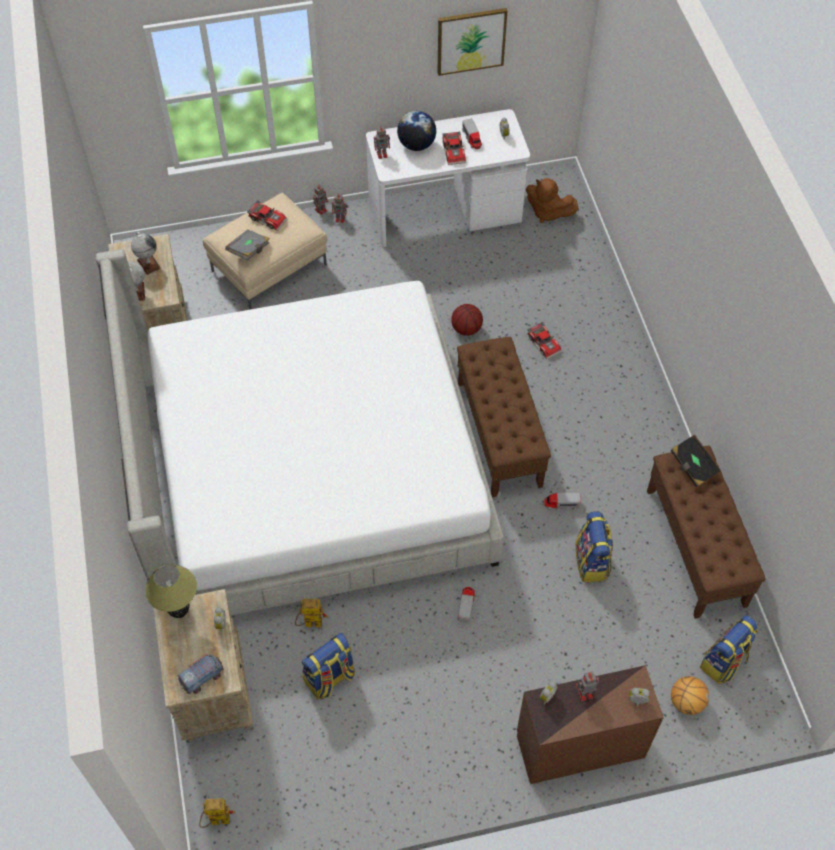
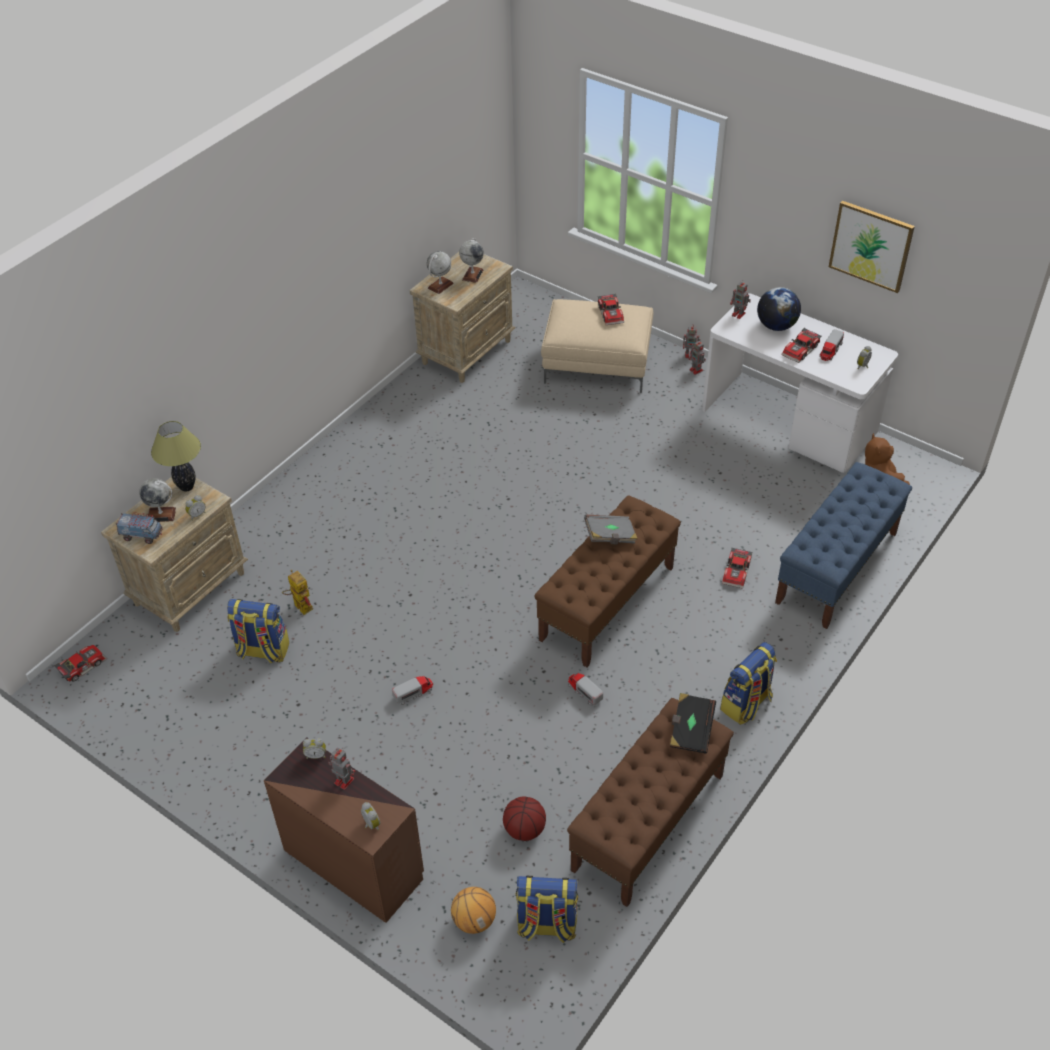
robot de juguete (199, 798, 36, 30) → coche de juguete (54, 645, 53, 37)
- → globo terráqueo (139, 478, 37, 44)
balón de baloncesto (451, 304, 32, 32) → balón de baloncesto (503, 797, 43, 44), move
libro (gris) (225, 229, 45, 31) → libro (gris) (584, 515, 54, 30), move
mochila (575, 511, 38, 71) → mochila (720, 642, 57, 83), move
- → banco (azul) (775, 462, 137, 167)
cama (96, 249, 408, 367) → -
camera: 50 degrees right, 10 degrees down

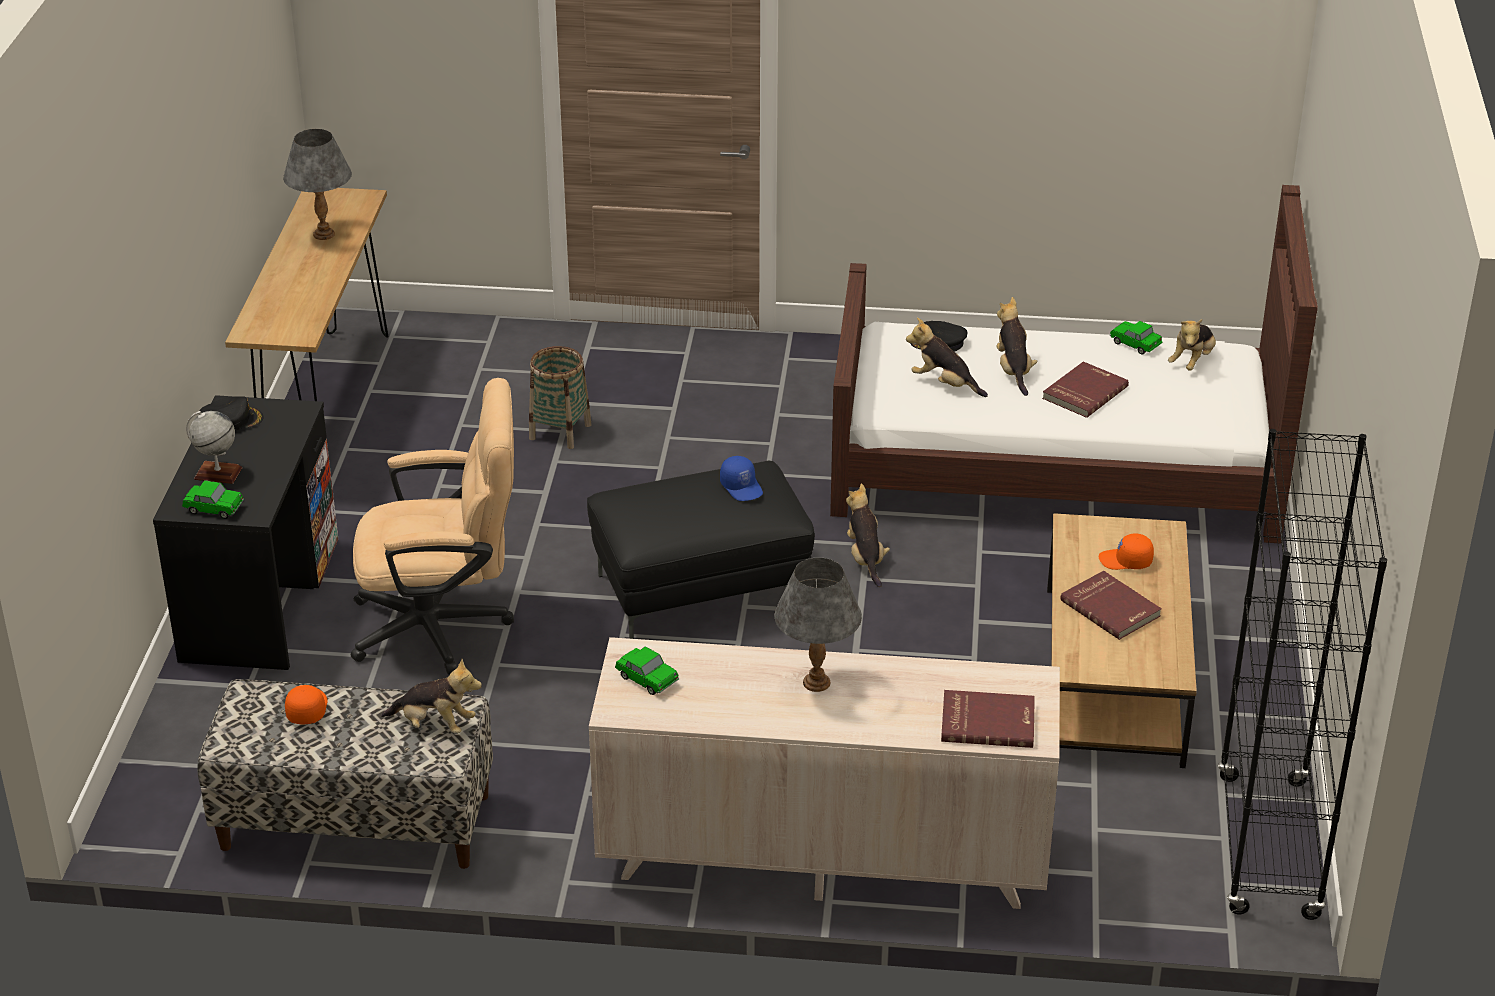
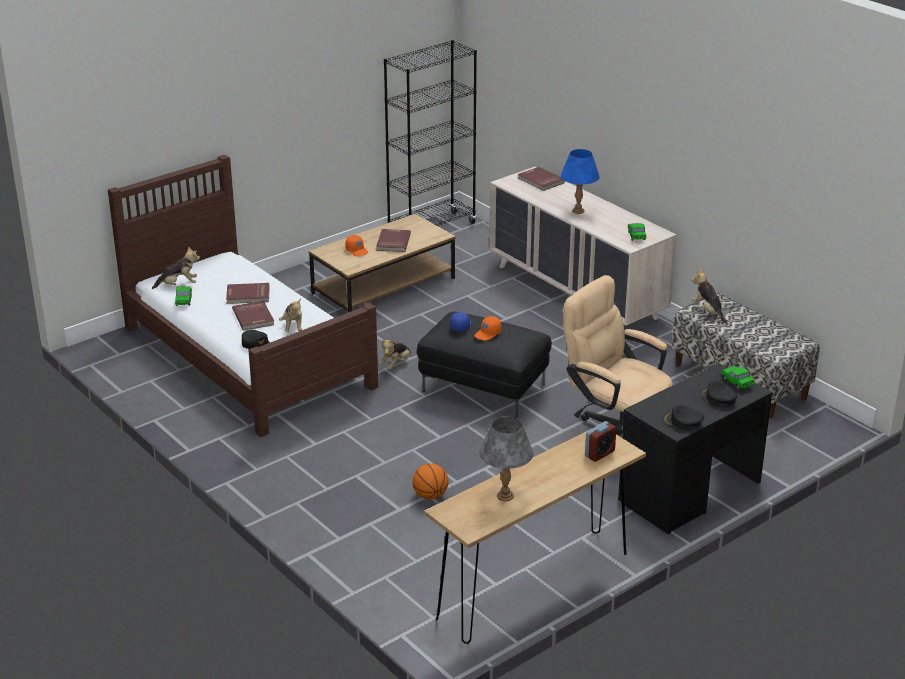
peluche (996, 297, 41, 99) → libro (rojo) (232, 301, 42, 30)
cesta (529, 346, 62, 103) → balón de baloncesto (412, 463, 37, 37)
gorra (naranja) (285, 685, 43, 40) → gorra (naranja) (474, 316, 28, 25), move
lámpara de mesa (gris) (774, 557, 88, 135) → lámpara de mesa (azul) (560, 149, 40, 65)
- → despertador (585, 421, 31, 41)
globo terráqueo (186, 411, 56, 73) → gorra (negro) (701, 380, 36, 27)
camera: 135 degrees left, 5 degrees down

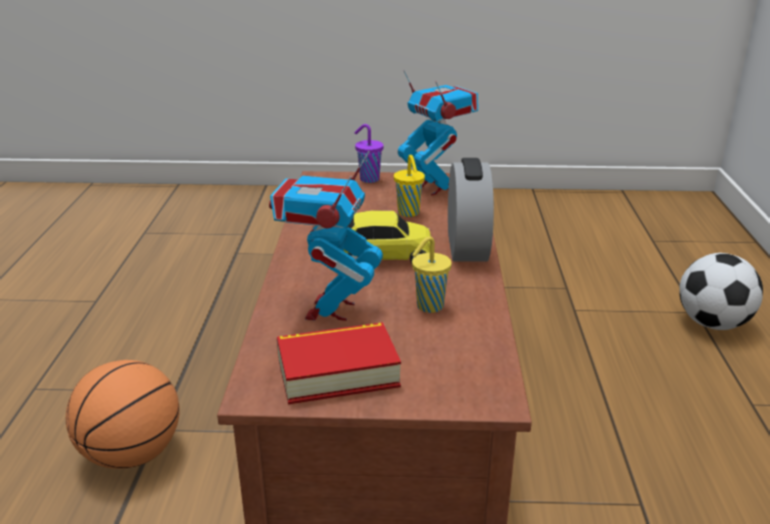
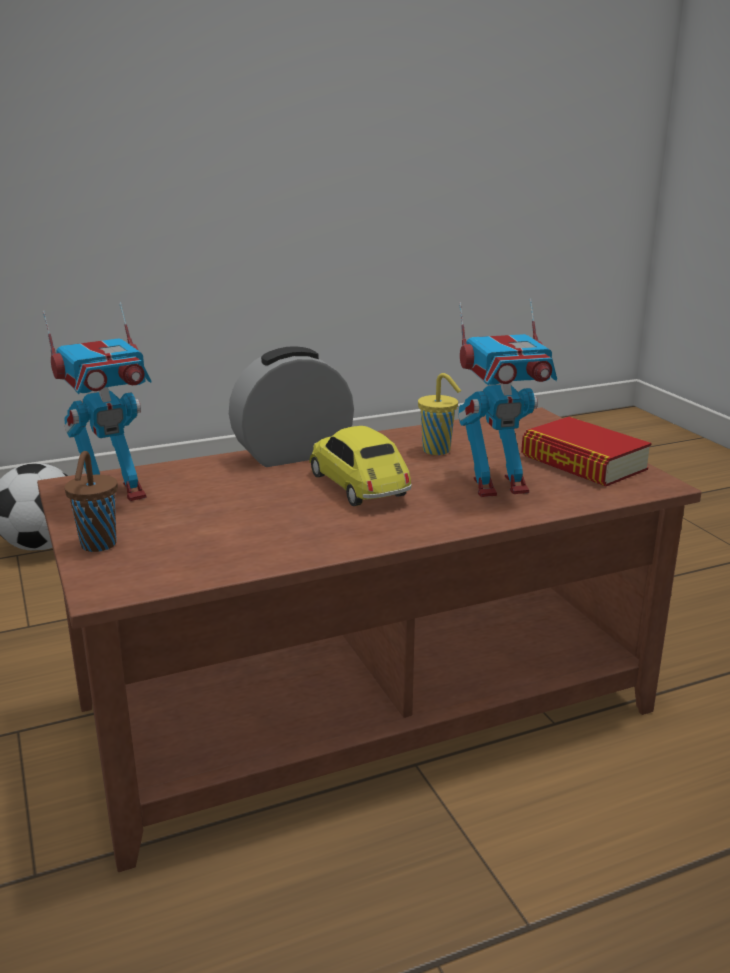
robot de juguete (398, 70, 80, 126) → robot de juguete (43, 302, 108, 199), 150 degrees counterclockwise
taza (morado) (355, 124, 29, 59) → taza (marrón) (64, 451, 54, 101)
balón de baloncesto (66, 360, 114, 109) → -
taza (amarillo) (394, 155, 31, 62) → -
camera: 115 degrees left, 5 degrees down

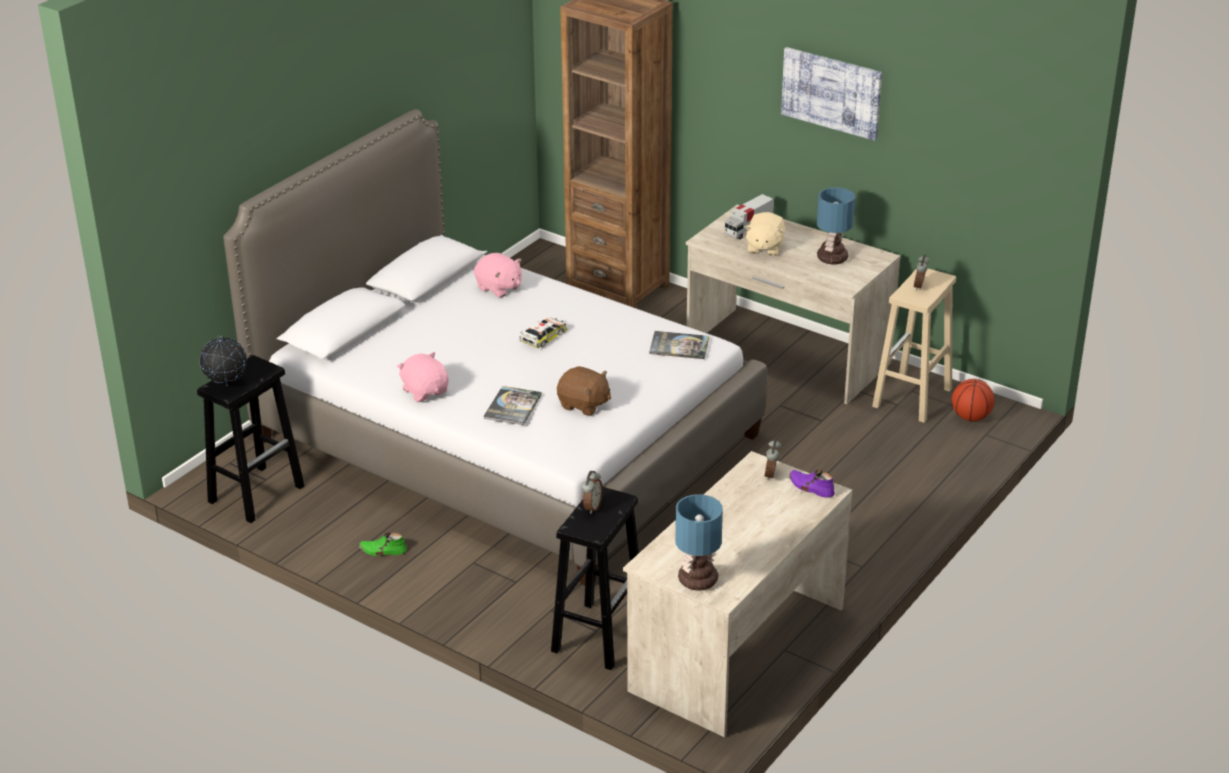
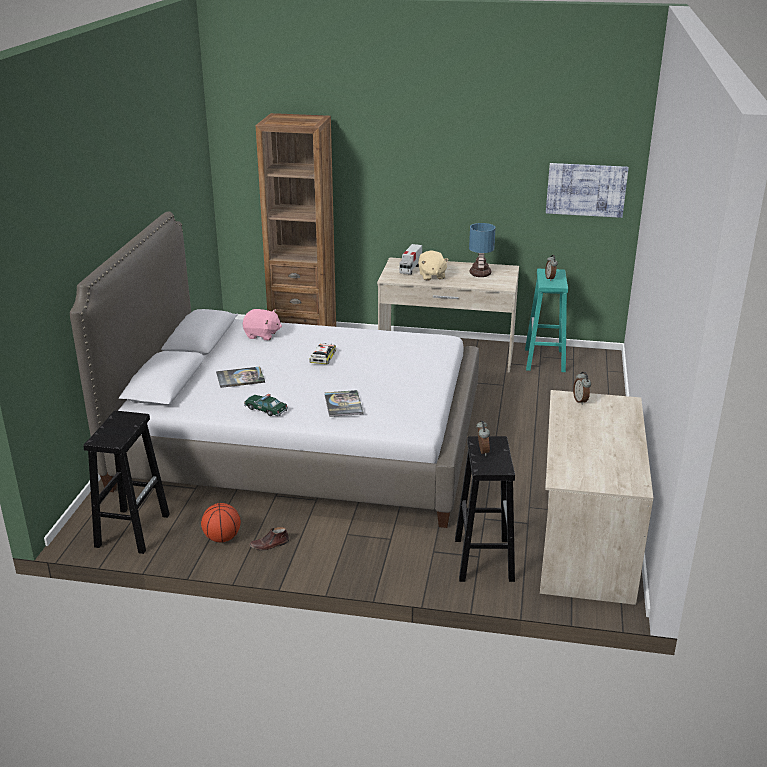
balón de baloncesto (952, 379, 43, 42) → balón de baloncesto (201, 503, 40, 39), move
libro (649, 331, 60, 28) → libro (216, 366, 49, 22), move
peluche (rosa) (397, 352, 52, 50) → coche de juguete (244, 394, 44, 22)
zapato (verde) (359, 532, 48, 24) → zapato (marrón) (249, 527, 40, 24)
taburete (beis) (872, 268, 84, 155) → taburete (turquesa) (525, 269, 43, 103)
cuadro (781, 47, 101, 94) → cuadro (546, 163, 83, 55), move
globo terráqueo (199, 336, 48, 50) → -
peluche (marrón) (557, 366, 54, 50) → -
lámpara de mesa (675, 494, 48, 97) → -
zapato (morado) (789, 470, 46, 28) → -
camera: 25 degrees left, 5 degrees down

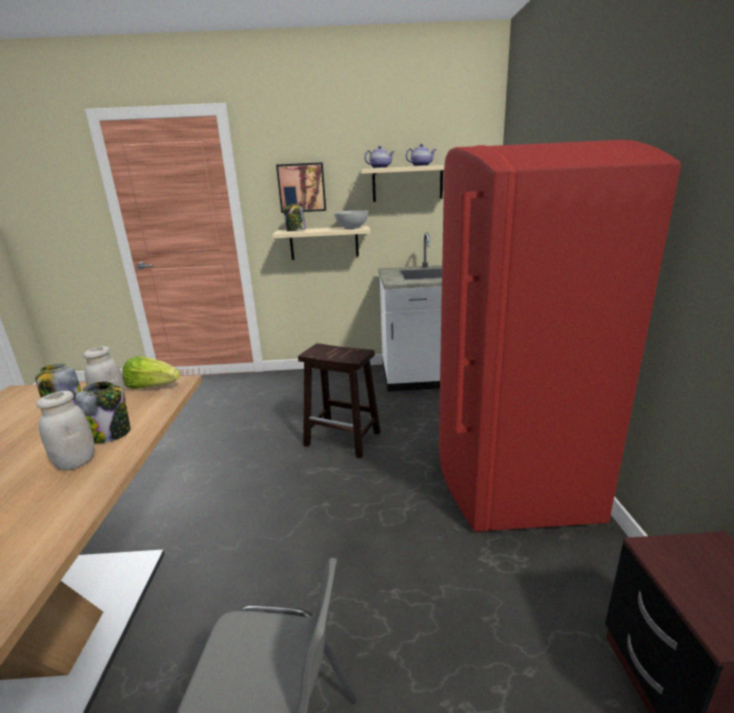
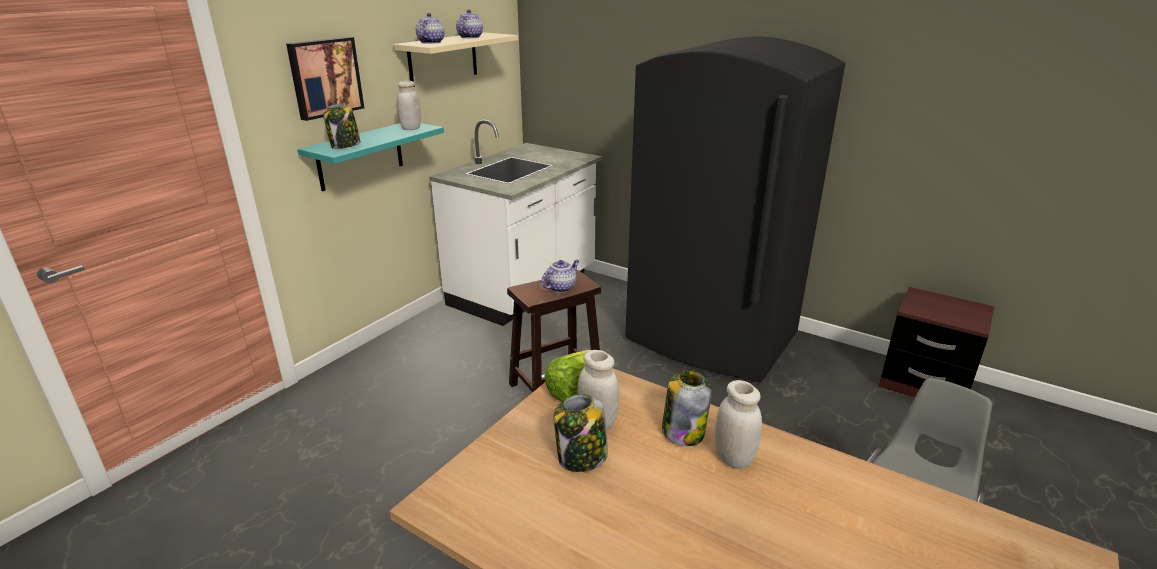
estante (beis) (272, 226, 98, 34) → estante (turquesa) (297, 123, 147, 68)
cuenco (blanco) (334, 210, 35, 19) → tarro (blanco) (397, 81, 24, 49)
- → tetera (541, 260, 38, 33)
nevera (rojo) (439, 140, 242, 392) → nevera (negro) (625, 37, 220, 345)
camera: 55 degrees left, 5 degrees up

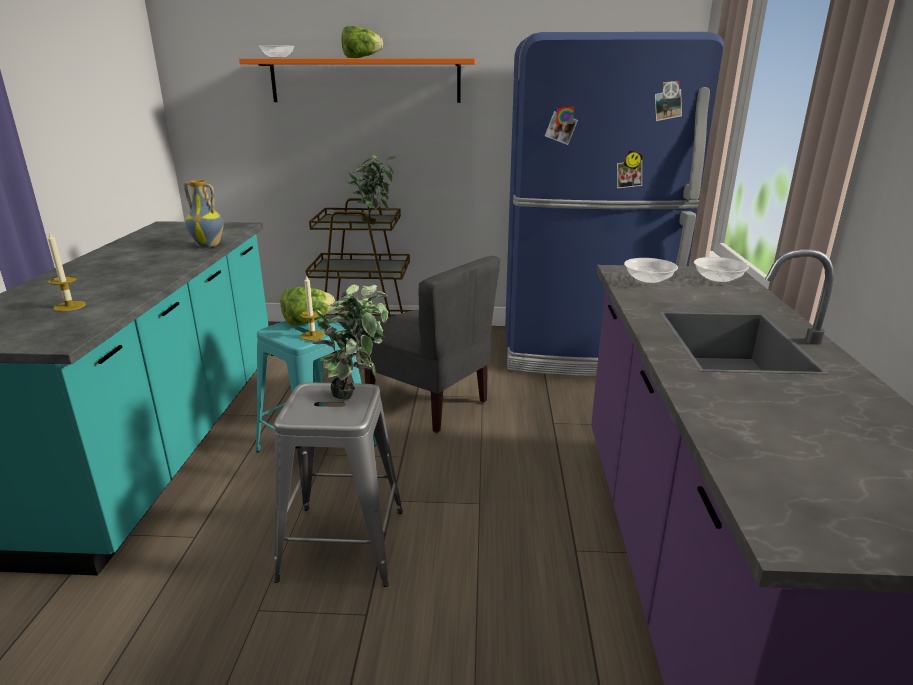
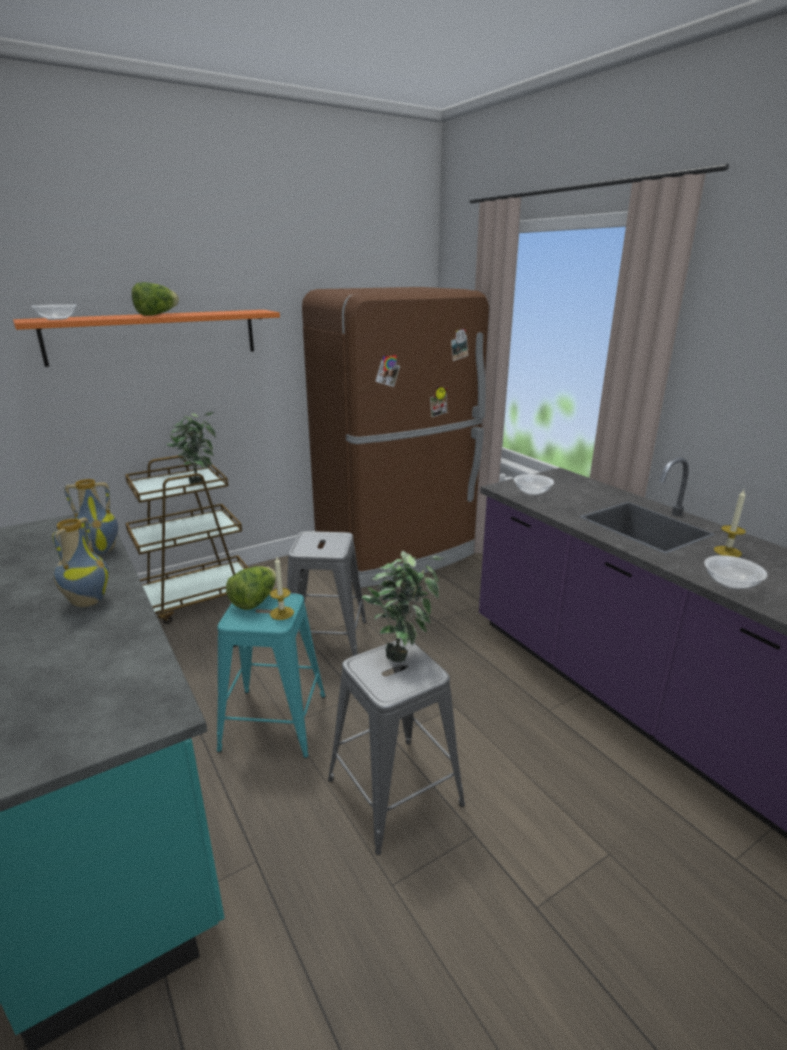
- → florero (52, 517, 57, 90)
silla (gris) (360, 256, 140, 177) → taburete (gris) (287, 531, 79, 125)
nevera (azul) (505, 32, 219, 345) → nevera (marrón) (302, 287, 187, 301)
cuenco (694, 257, 55, 26) → cuenco (704, 555, 63, 34), move
vela (48, 231, 38, 81) → vela (714, 490, 32, 67), move
camera: 35 degrees left, 0 degrees up

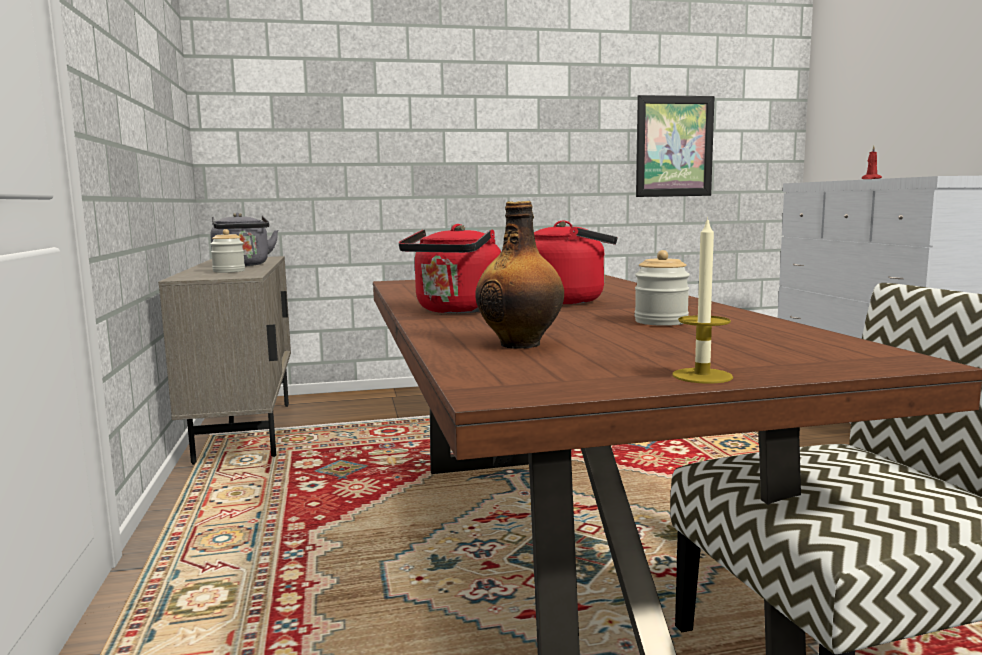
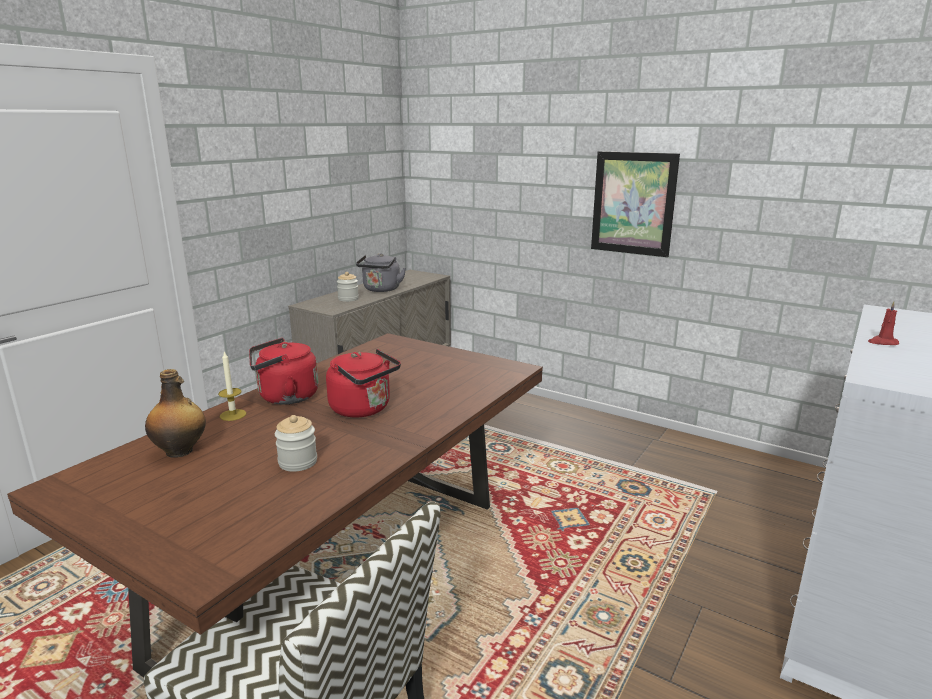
vela (672, 216, 61, 168) → vela (218, 351, 28, 70), move
cuadro (636, 95, 79, 102) → cuadro (591, 151, 89, 106), move
camera: 45 degrees right, 10 degrees up

